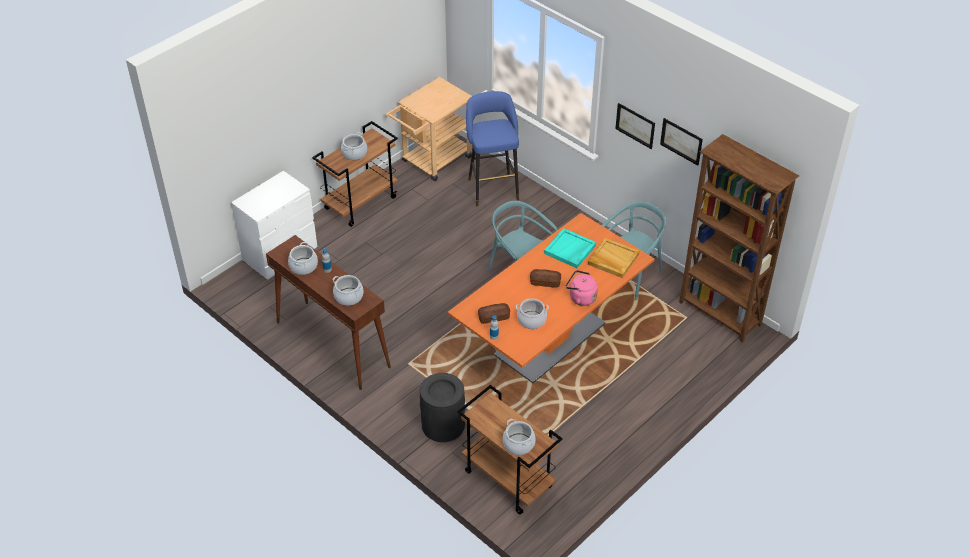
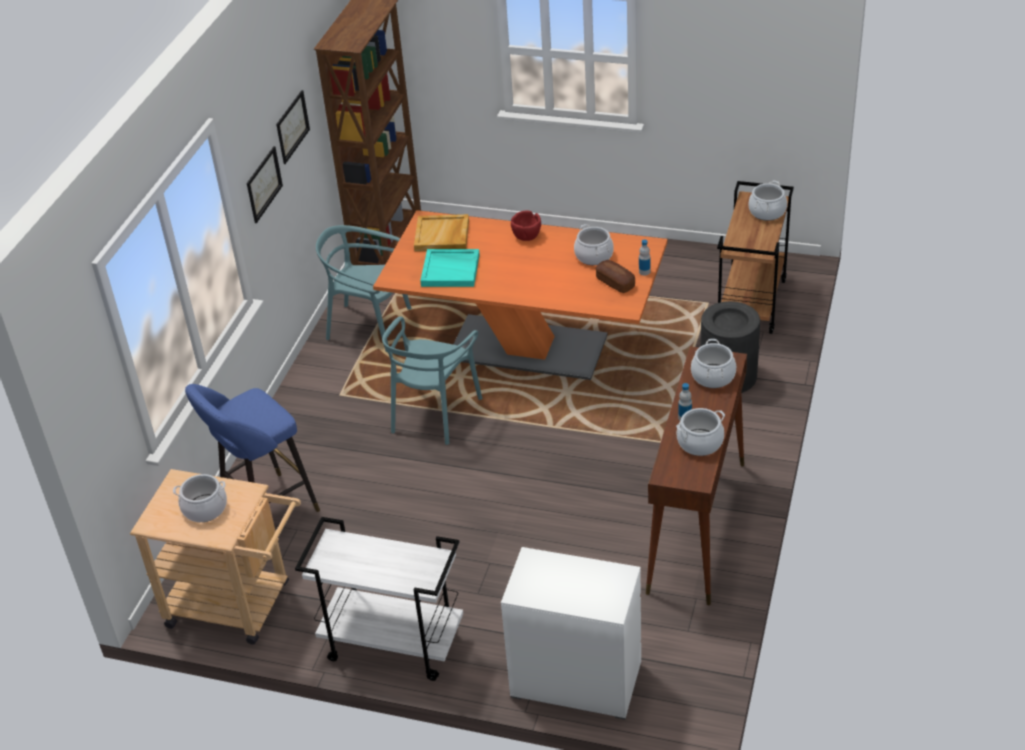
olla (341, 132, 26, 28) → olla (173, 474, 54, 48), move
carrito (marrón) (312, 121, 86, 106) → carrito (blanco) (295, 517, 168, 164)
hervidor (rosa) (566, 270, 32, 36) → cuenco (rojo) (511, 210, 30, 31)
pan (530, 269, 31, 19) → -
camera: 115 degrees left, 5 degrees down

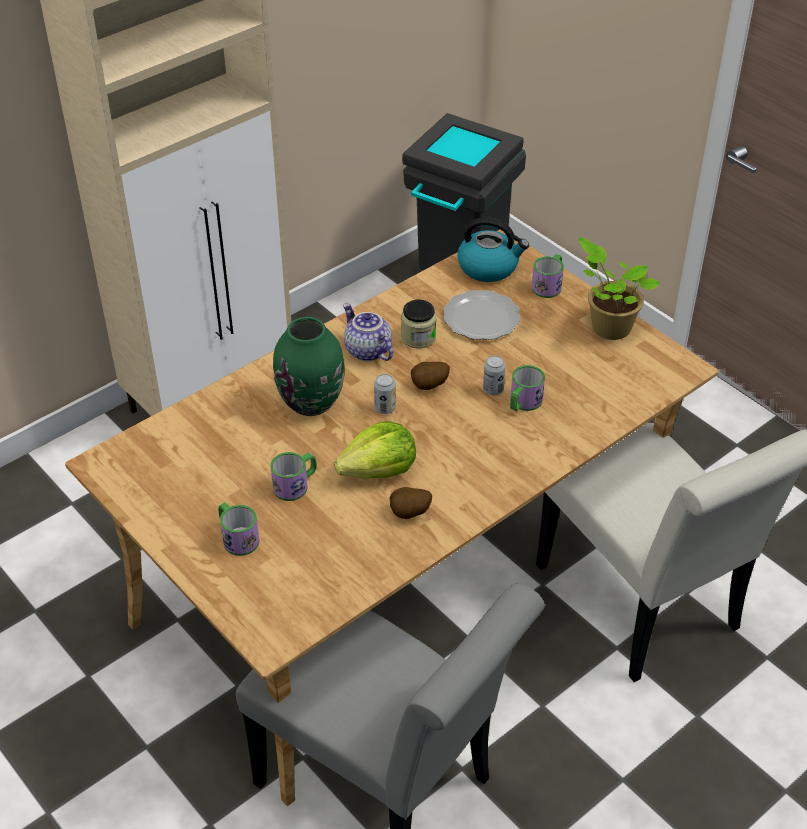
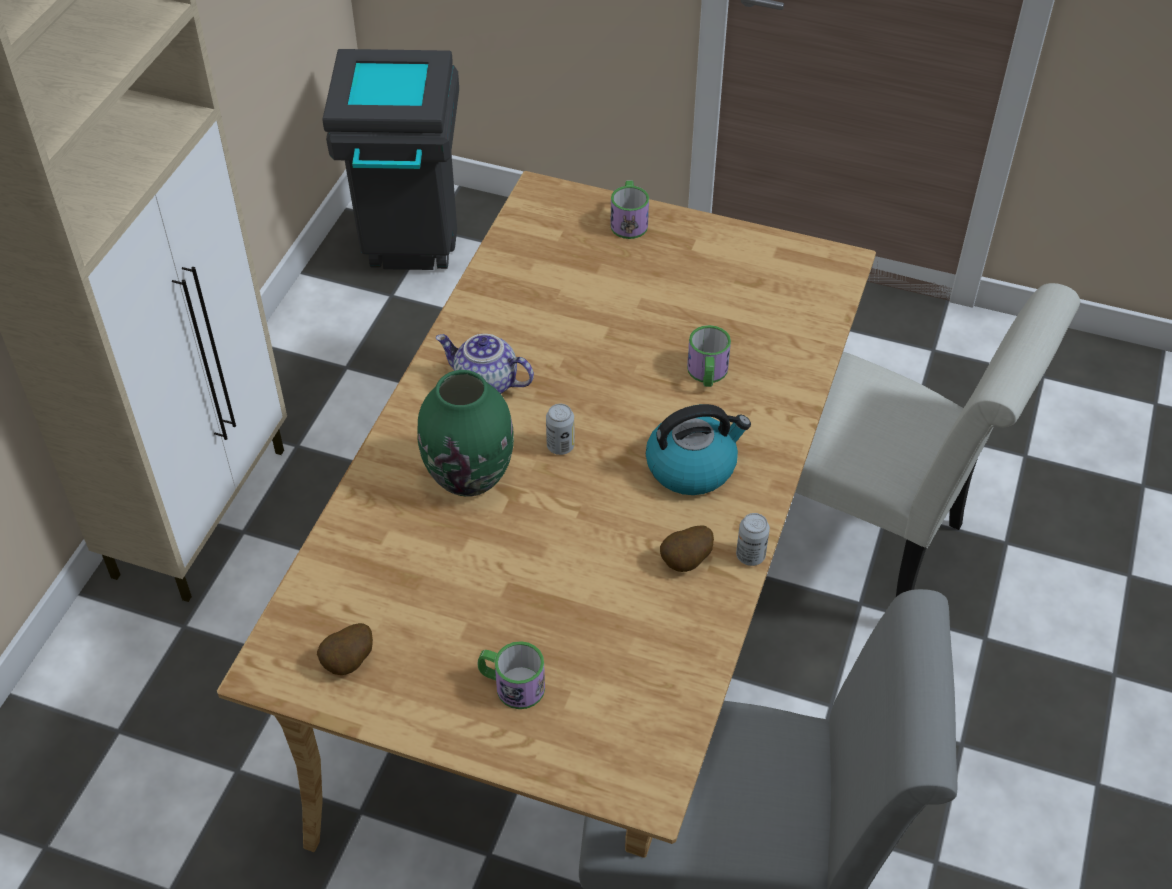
patata (411, 362, 39, 28) → patata (317, 623, 56, 52), move
hervidor (458, 217, 71, 65) → hervidor (646, 404, 105, 91), move
lata (483, 355, 23, 40) → lata (736, 513, 34, 53), move
taza grande (270, 452, 47, 49) → -
lechuga (335, 421, 81, 58) → -
tarro (401, 300, 35, 48) → -
plato (443, 290, 77, 50) → -
planta en maceta (579, 238, 82, 102) → -
camera: 30 degrees left, 5 degrees up

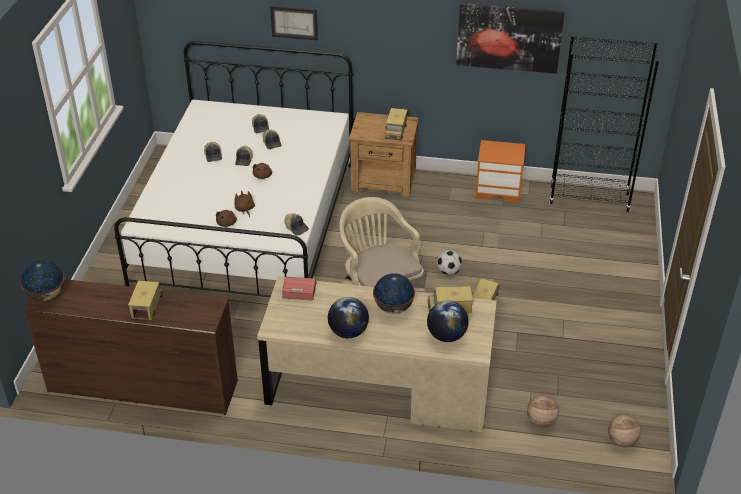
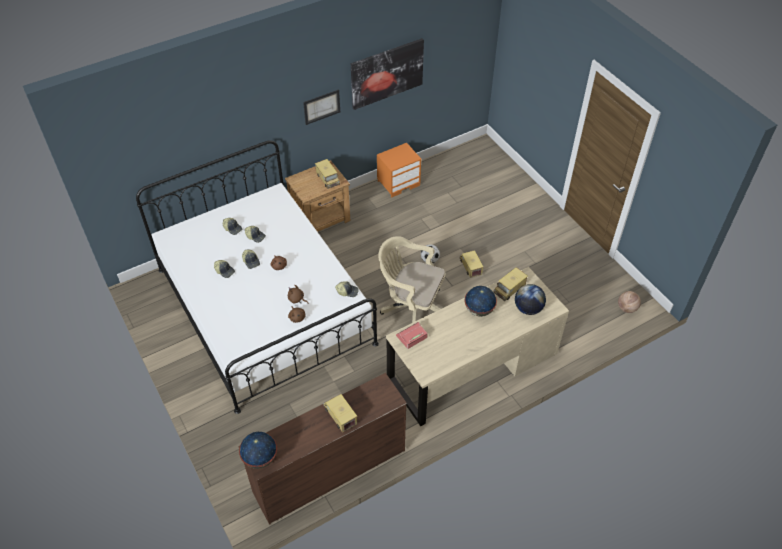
cuadro (270, 6, 48, 34) → cuadro (303, 89, 37, 36), move
globo terráqueo (328, 297, 41, 41) → -
balón de baloncesto (527, 396, 32, 32) → -
estantería (negro) (549, 36, 110, 176) → -
camera: 40 degrees left, 10 degrees up

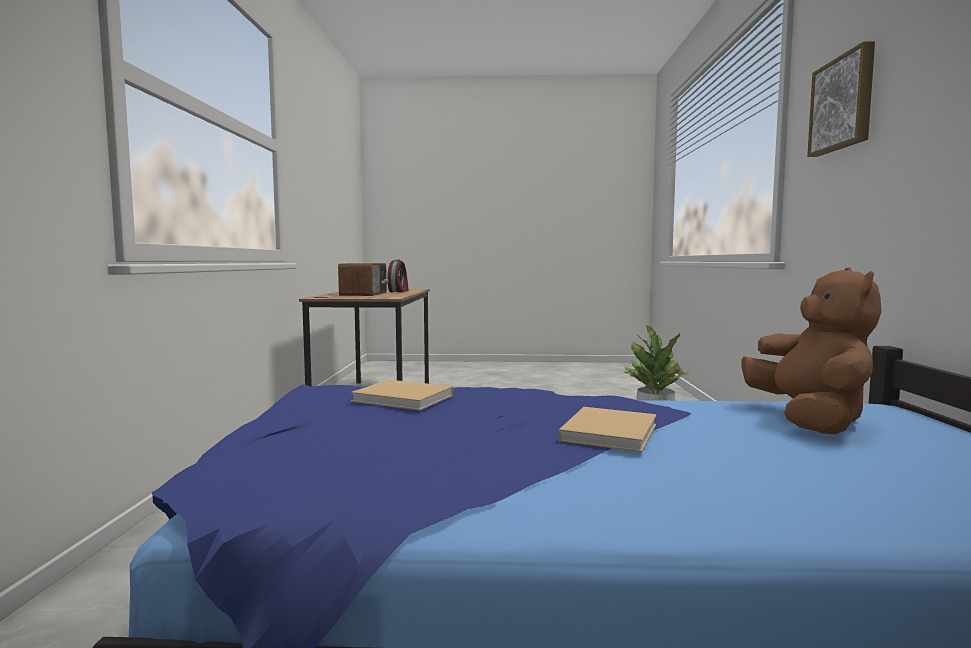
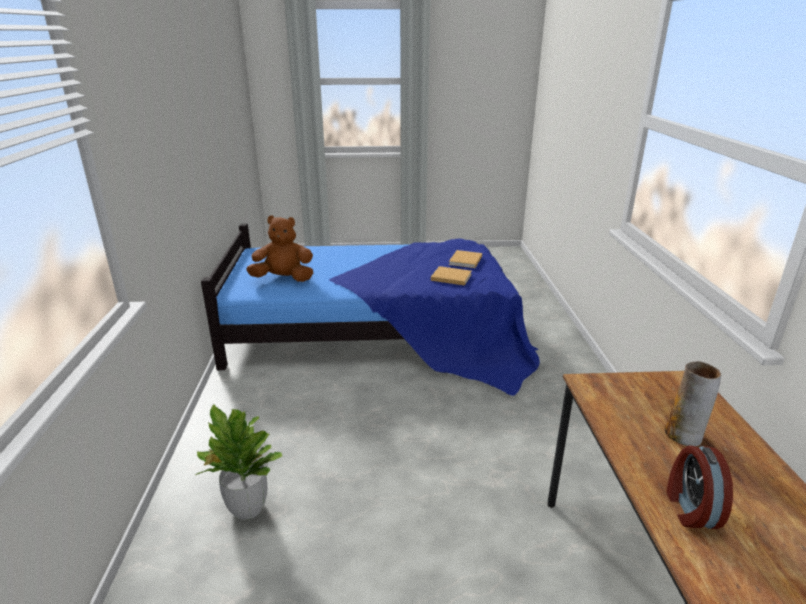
peluche (marrón) (742, 267, 139, 167) → peluche (marrón) (246, 215, 67, 67), 90 degrees clockwise
libro (beis) (559, 407, 98, 45) → libro (beis) (449, 250, 33, 18), move
radio (338, 263, 50, 33) → florero (665, 361, 56, 85)
cuadro (807, 41, 68, 116) → -
camera: 175 degrees right, 20 degrees up

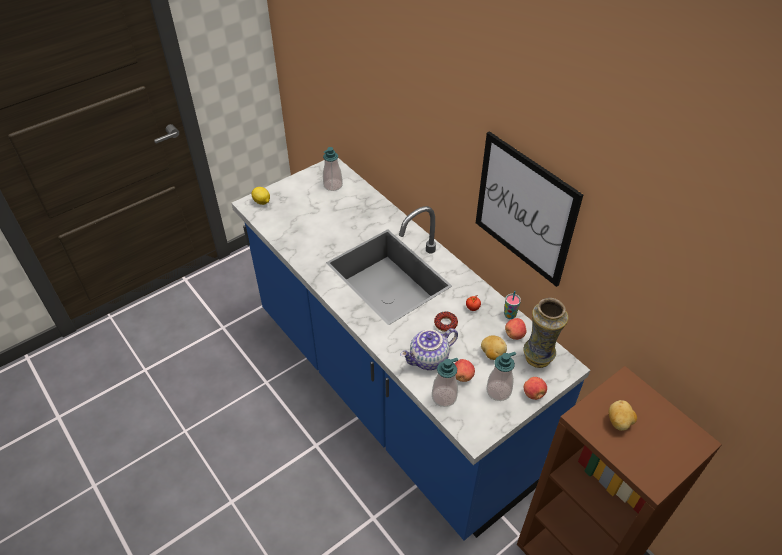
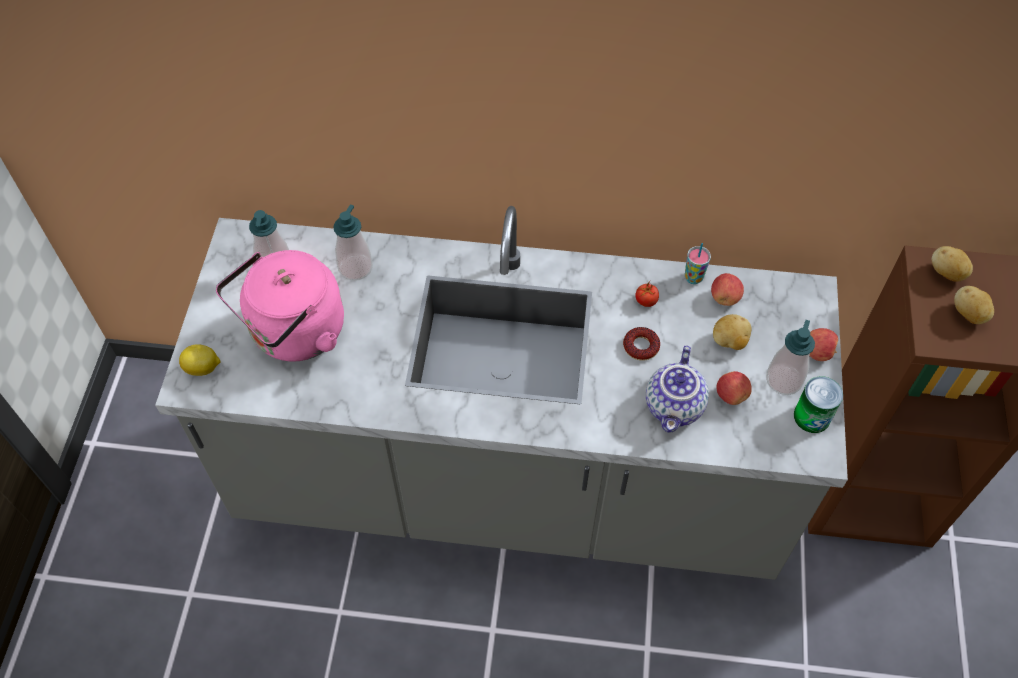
mueble bajo de cocina (azul) (232, 158, 358, 383) → mueble bajo de cocina (gris) (155, 206, 693, 374)
- → hervidor (rosa) (216, 250, 128, 112)
dispensador de jabón (432, 358, 26, 49) → dispensador de jabón (333, 205, 40, 75), move
- → lata (794, 376, 49, 57)
- → patata (931, 246, 42, 36)
cuadro (476, 131, 107, 156) → -
florero (524, 298, 44, 70) → -
camera: 45 degrees left, 10 degrees up

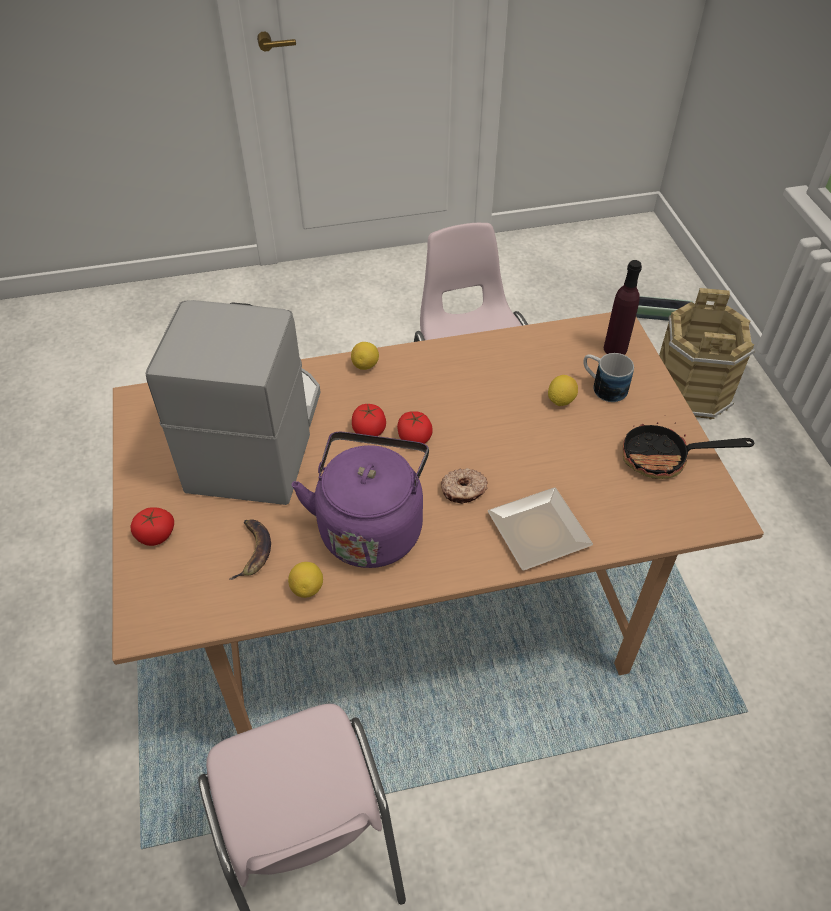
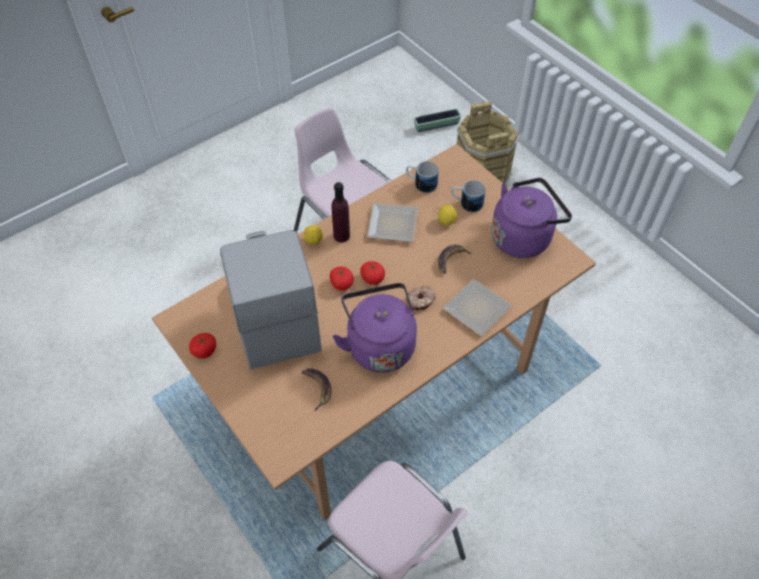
tomate (131, 507, 43, 39) → tomate (189, 333, 27, 25), move
botella (morado) (604, 260, 38, 95) → botella (morado) (332, 182, 18, 60), move
- → plato (367, 203, 51, 39)
- → taza grande (406, 161, 32, 32)
- → plátano (438, 244, 34, 30)
sartén (623, 422, 132, 57) → hervidor (morado) (491, 178, 81, 80)
limón (288, 562, 35, 36) → -
camera: 25 degrees left, 5 degrees up

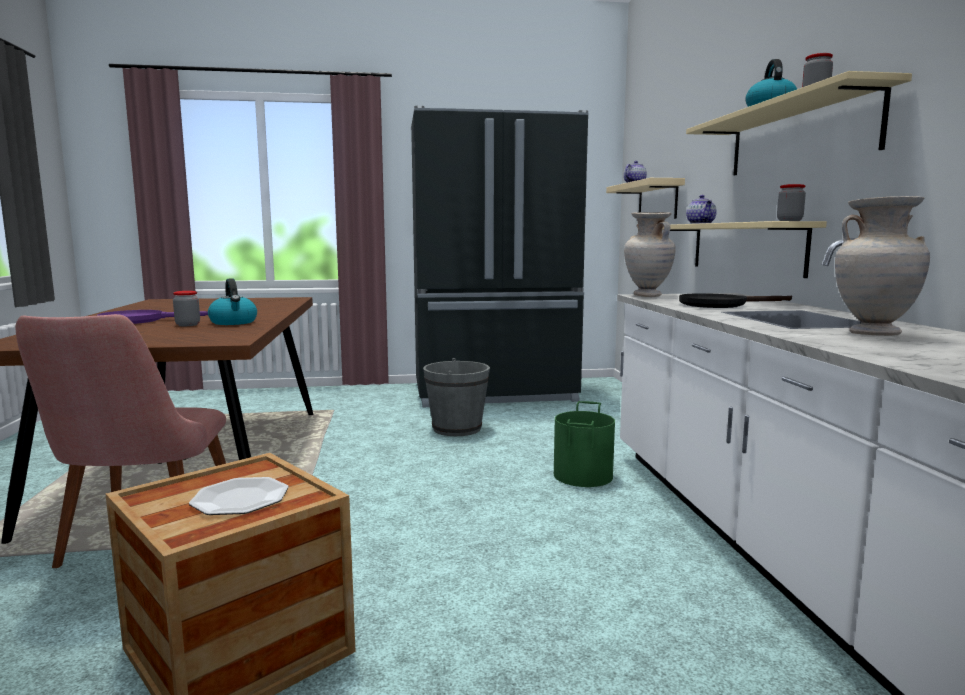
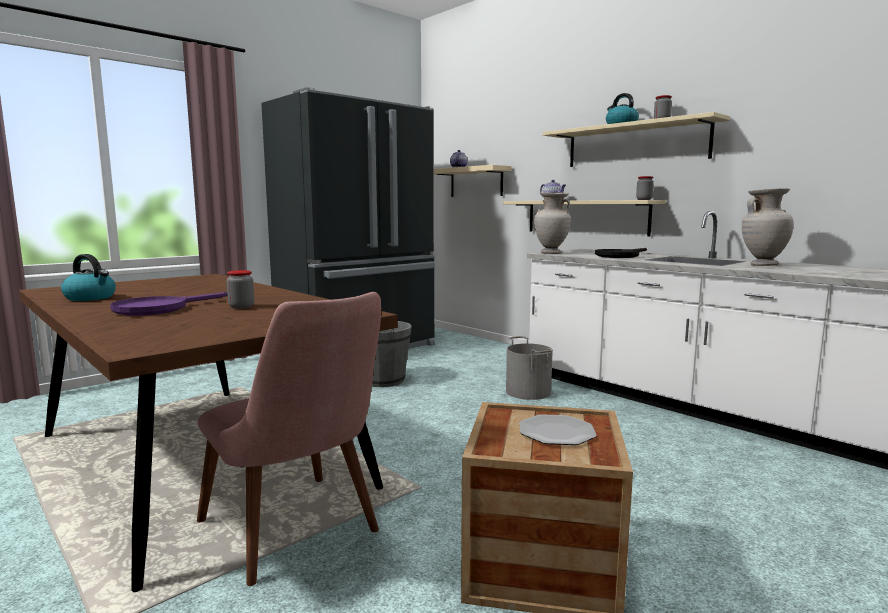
hervidor (208, 279, 49, 46) → hervidor (61, 254, 55, 47), move
cubo (verde) (554, 401, 61, 86) → cubo (gris) (506, 336, 47, 64)
camera: 35 degrees left, 0 degrees up

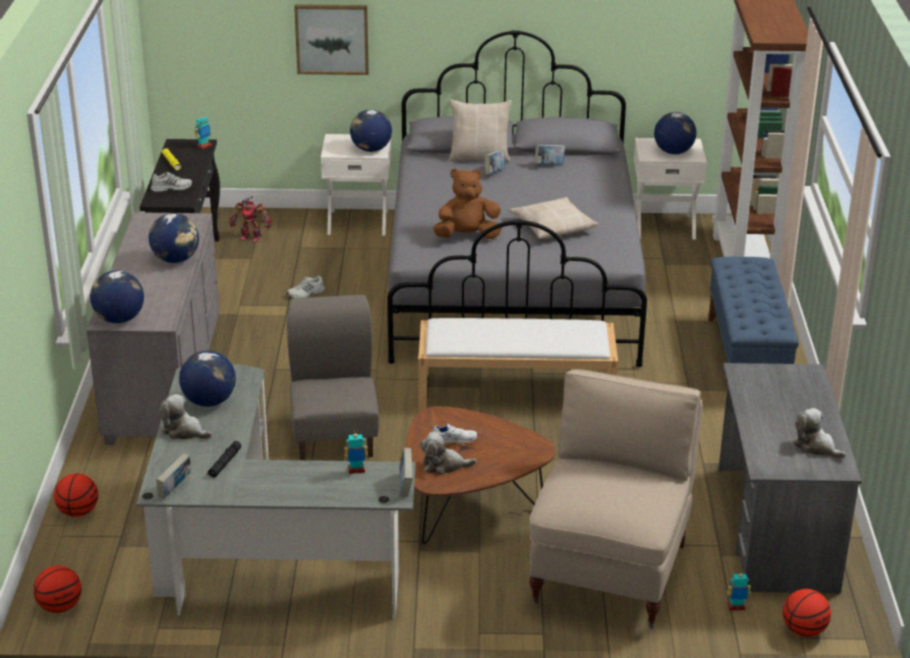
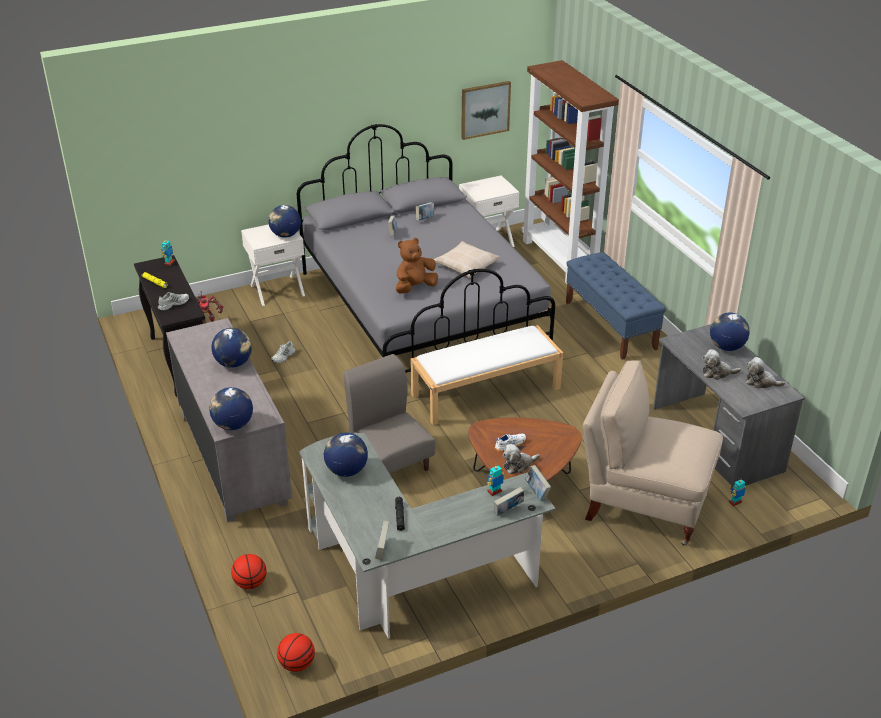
cuadro (294, 4, 75, 71) → cuadro (461, 81, 50, 59), move
- → libro (494, 487, 30, 29)
silla (beis) (529, 369, 174, 260) → silla (beis) (583, 360, 140, 185), 60 degrees counterclockwise
peluche (159, 394, 53, 45) → peluche (702, 349, 39, 31), move
globo terráqueo (654, 112, 43, 42) → globo terráqueo (710, 313, 40, 38), move
cojín (beis) (449, 99, 63, 63) → -
balón de baloncesto (783, 589, 48, 48) → -
camera: 25 degrees left, 5 degrees up

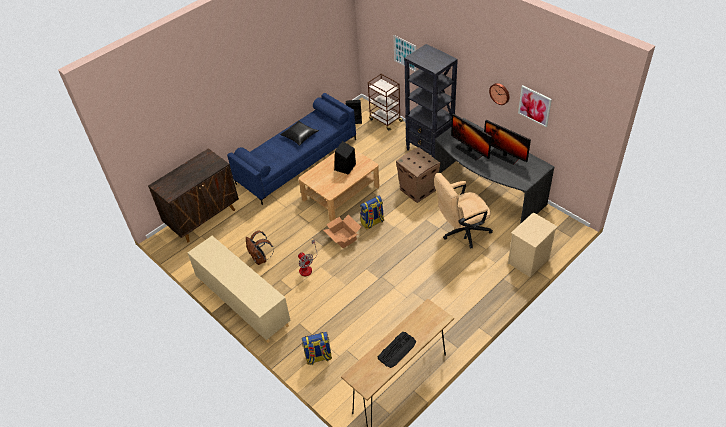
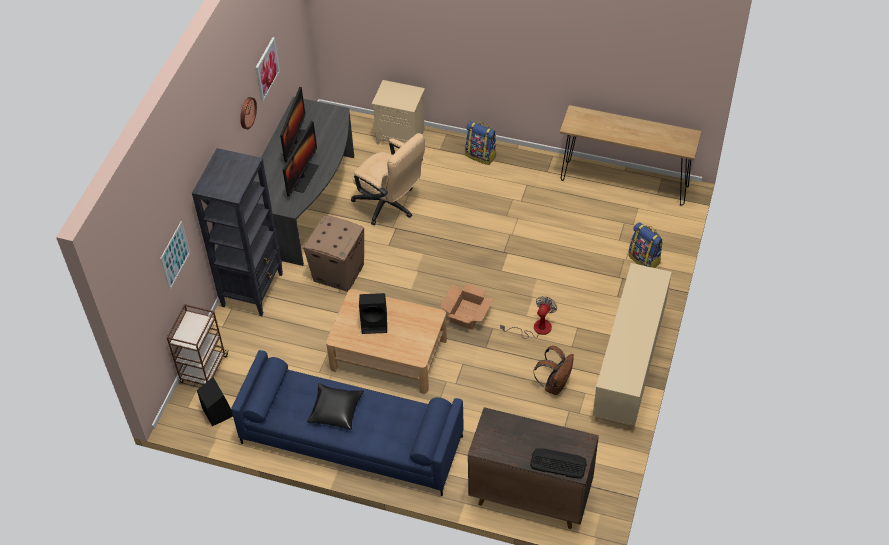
mochila (360, 196, 24, 34) → mochila (466, 121, 31, 44), move
teclado (378, 332, 38, 36) → teclado (530, 448, 57, 31), move
camera: 120 degrees left, 5 degrees up

